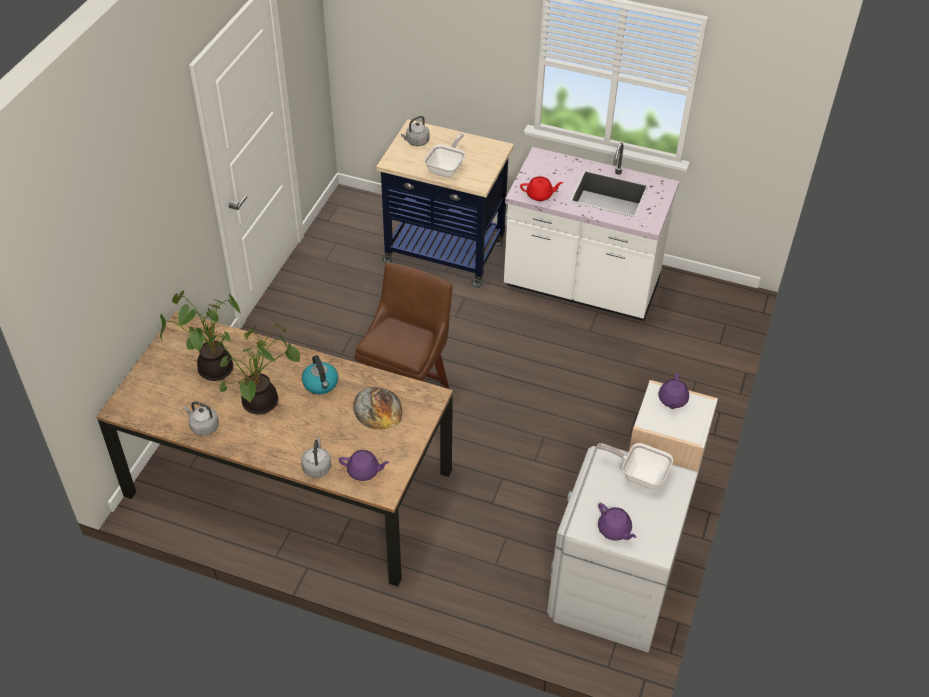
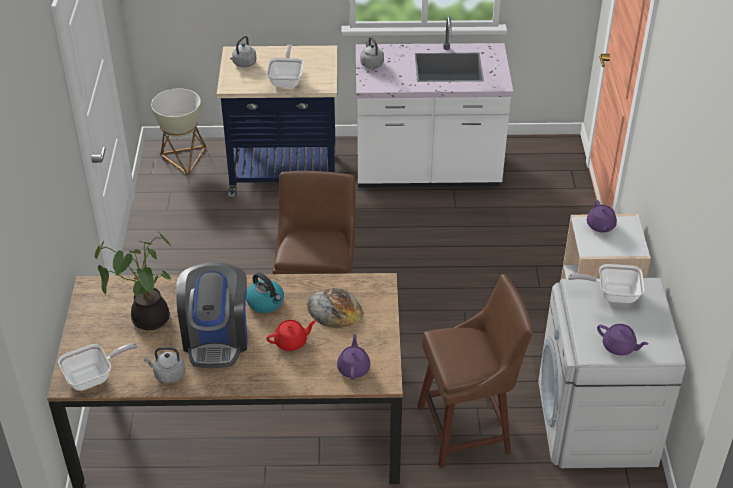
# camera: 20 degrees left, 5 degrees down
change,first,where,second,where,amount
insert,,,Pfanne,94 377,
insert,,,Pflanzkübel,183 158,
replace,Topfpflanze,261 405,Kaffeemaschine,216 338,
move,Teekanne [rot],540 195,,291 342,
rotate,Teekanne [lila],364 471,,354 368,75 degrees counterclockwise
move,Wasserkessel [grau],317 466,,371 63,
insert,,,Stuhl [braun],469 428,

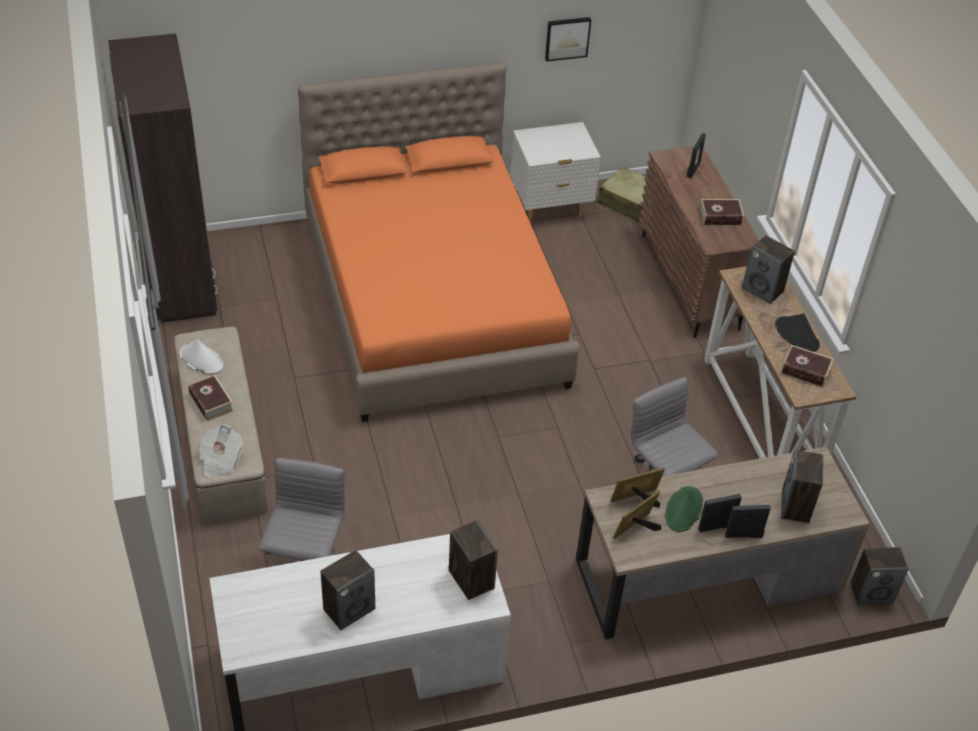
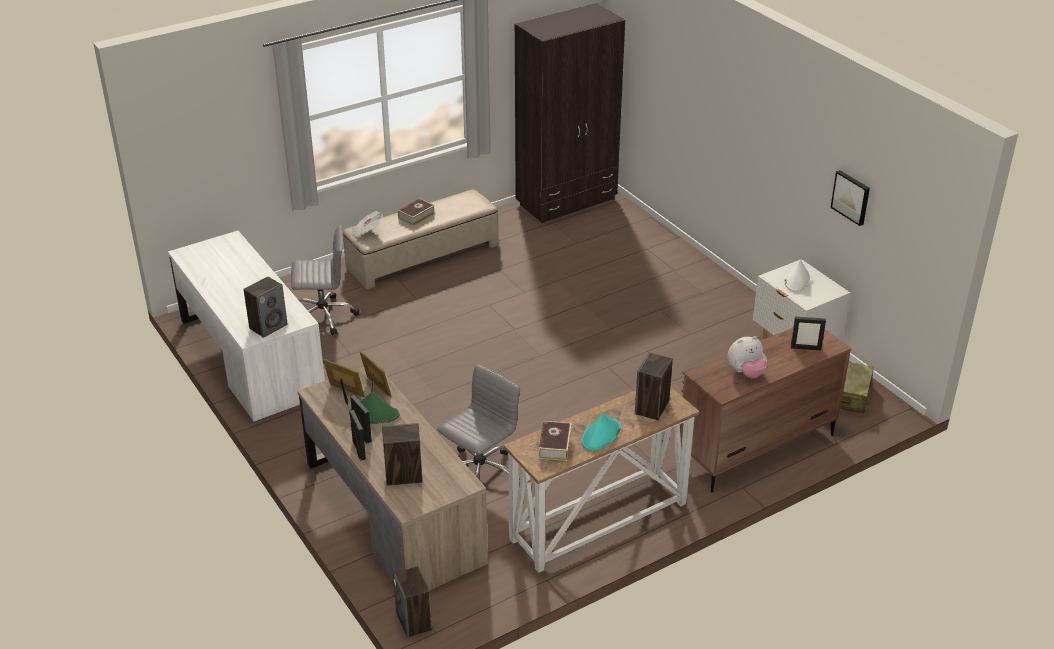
# camera: 75 degrees right, 10 degrees down
change,first,where,second,where,amount
recolor,Hut [schwarz],797 335,Hut [türkis],601 435,
replace,Buch,720 217,Plüschtier,746 373,
move,Hut [weiß],201 360,,797 280,
delete,Bett [orange],433 300,,,
delete,Lautsprecher,349 609,,,

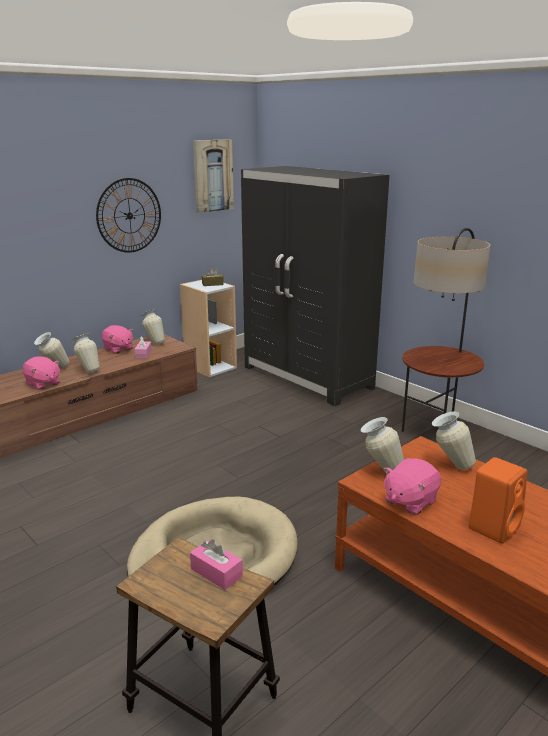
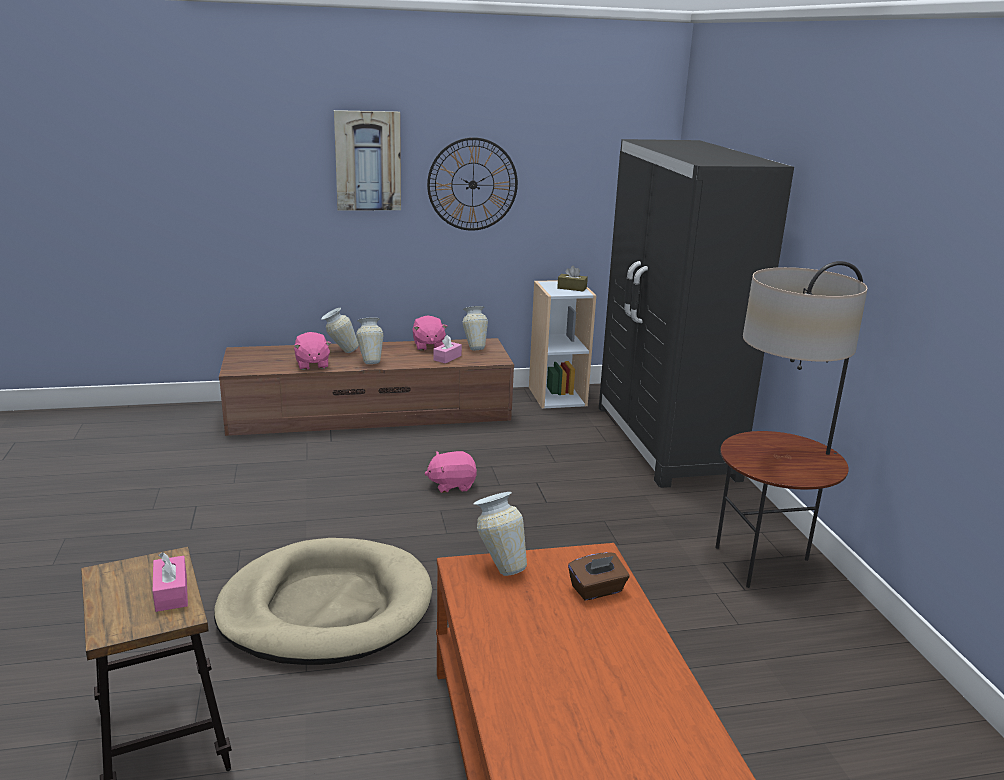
# camera: 30 degrees right, 0 degrees up
change,first,where,second,where,amount
move,Bild,213 175,,368 161,
move,Plüschtier [rosa],409 501,,452 485,
replace,Vase,449 465,Taschentuchbox [braun],597 590,
delete,Lautsprecher [orange],494 527,,,

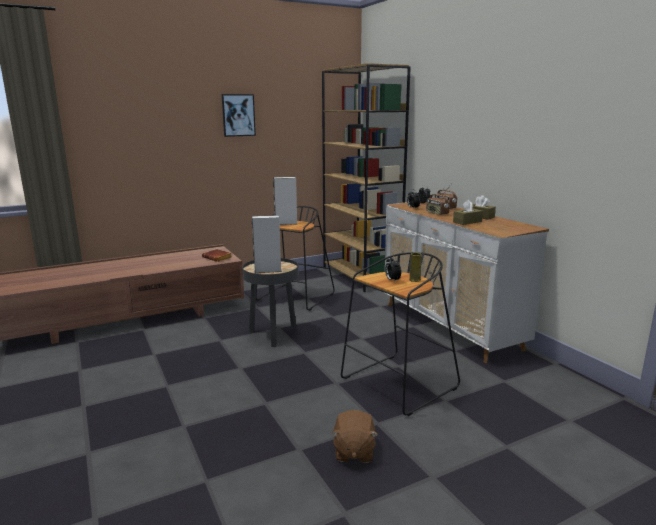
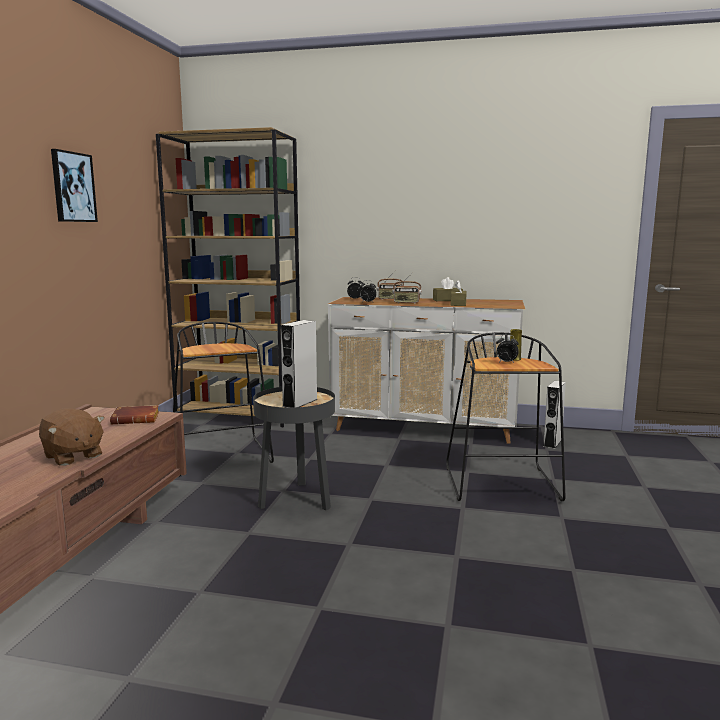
# camera: 50 degrees left, 5 degrees down
change,first,where,second,where,amount
move,Plüschtier [braun],353 451,,72 456,
move,Lautsprecher [grau],286 223,,552 443,

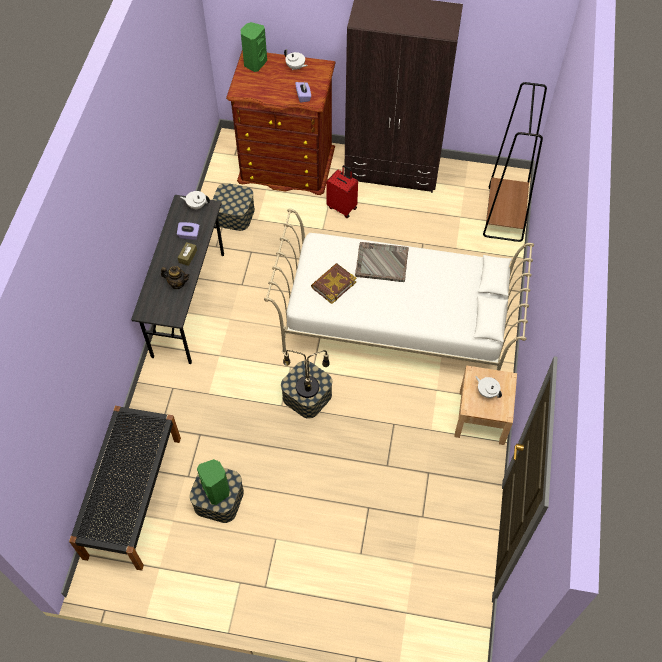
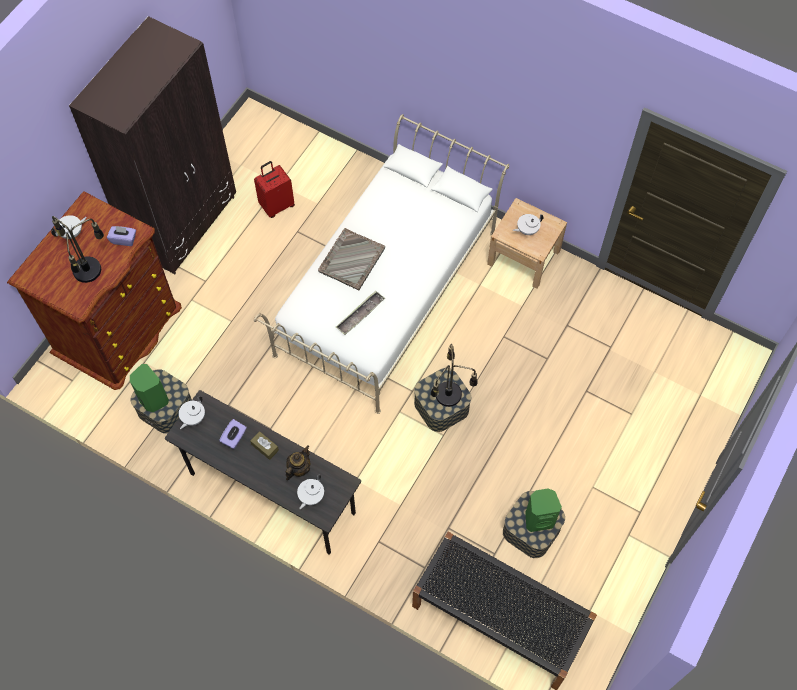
# camera: 70 degrees left, 5 degrees up
change,first,where,second,where,amount
insert,,,Tischlampe,87 270,
move,Lautsprecher [grün],254 63,,153 400,
move,Koffer [rot],342 207,,277 205,
insert,,,Teekanne [weiß],311 496,
replace,Buch,333 285,Tablett,360 315,
delete,Kleiderständer,504 215,,,

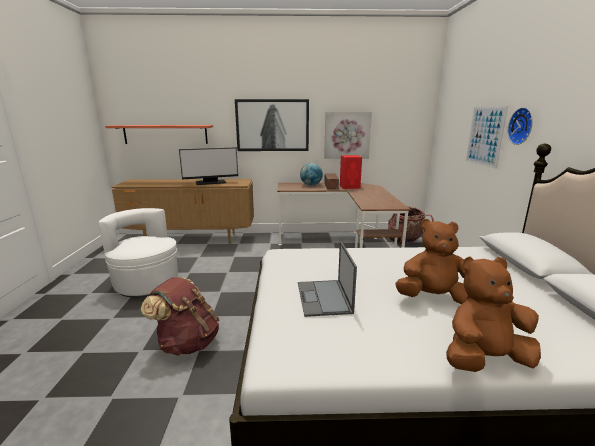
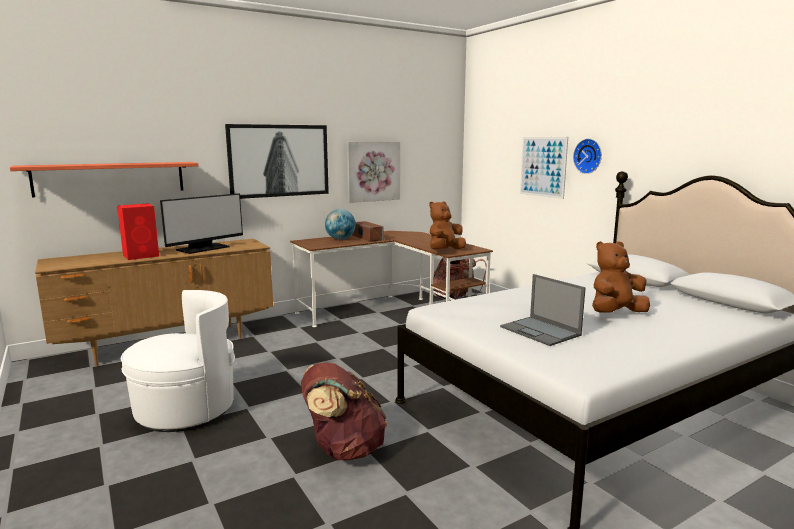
# camera: 30 degrees left, 5 degrees down
change,first,where,second,where,amount
move,Lautsprecher [rot],350 187,,142 255,
rotate,Sessel [weiß],147 283,,184 410,135 degrees clockwise
move,Plüschtier [braun],484 359,,445 251,

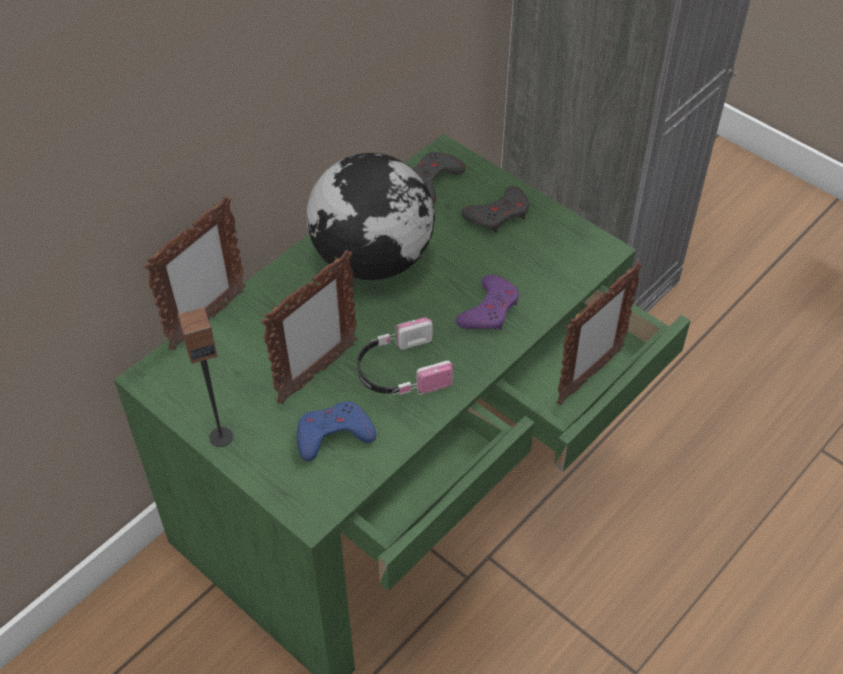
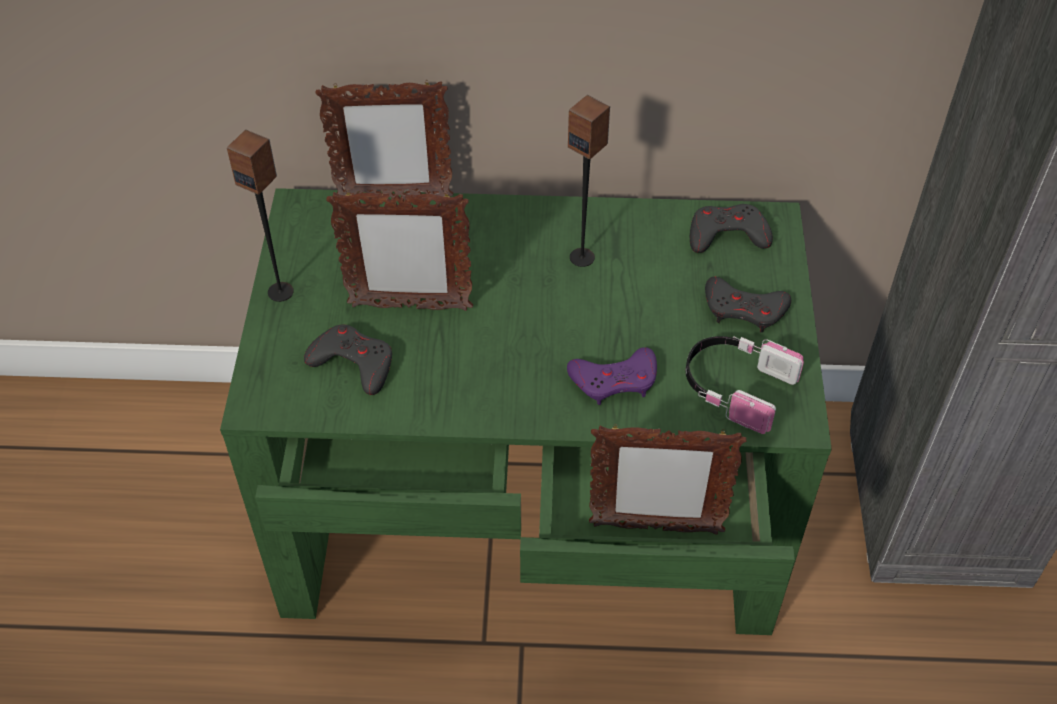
# camera: 50 degrees right, 0 degrees up
change,first,where,second,where,amount
recolor,Gamepad [blau],333 434,Gamepad [grau],353 363,
replace,Globus,373 258,Lautsprecher,582 257,
move,Kopfhörer,400 372,,735 387,

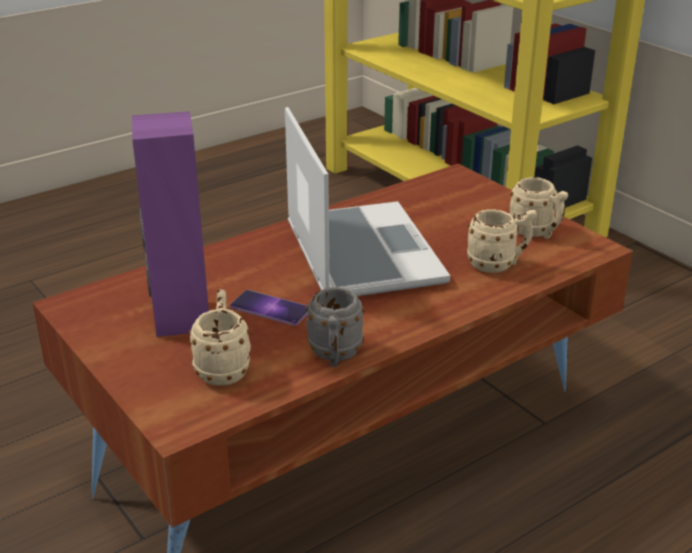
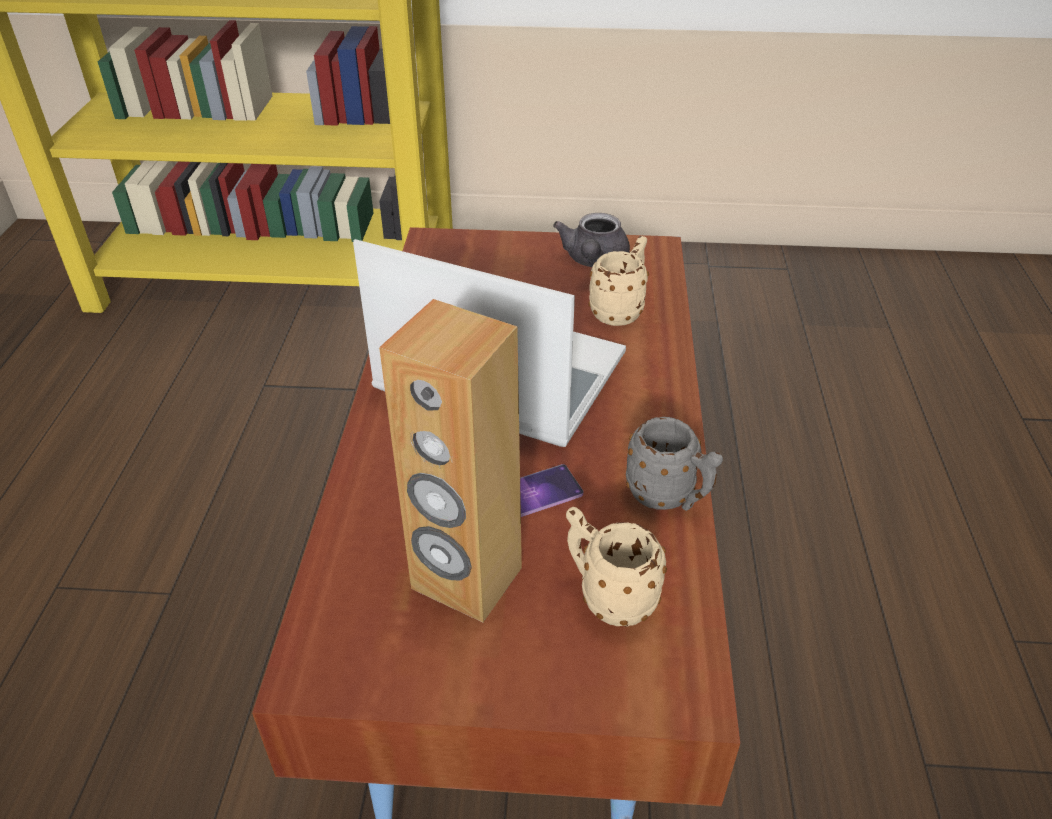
# camera: 50 degrees left, 10 degrees up
change,first,where,second,where,amount
recolor,Lautsprecher [lila],180 318,Lautsprecher [braun],466 579,
replace,Henkelbecher [beige],536 233,Teekanne [grau],594 261,

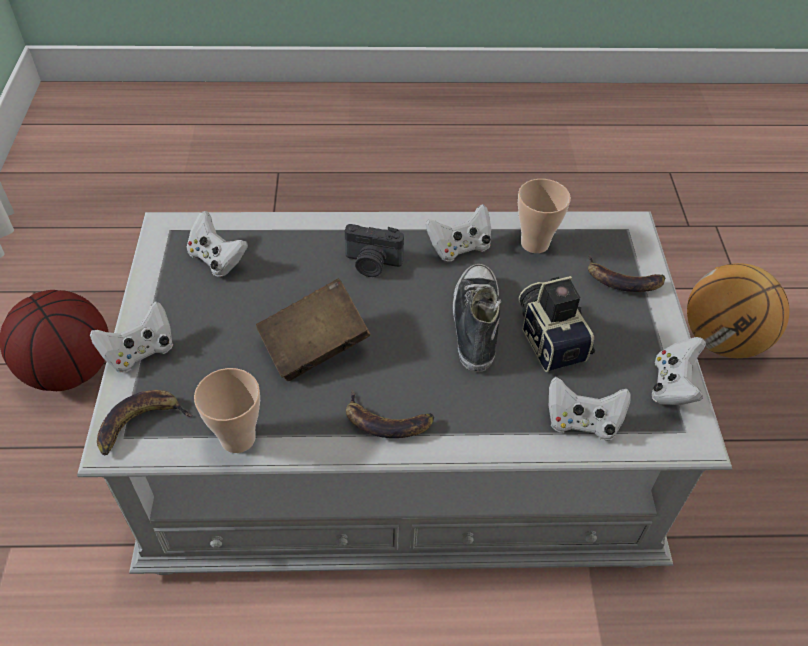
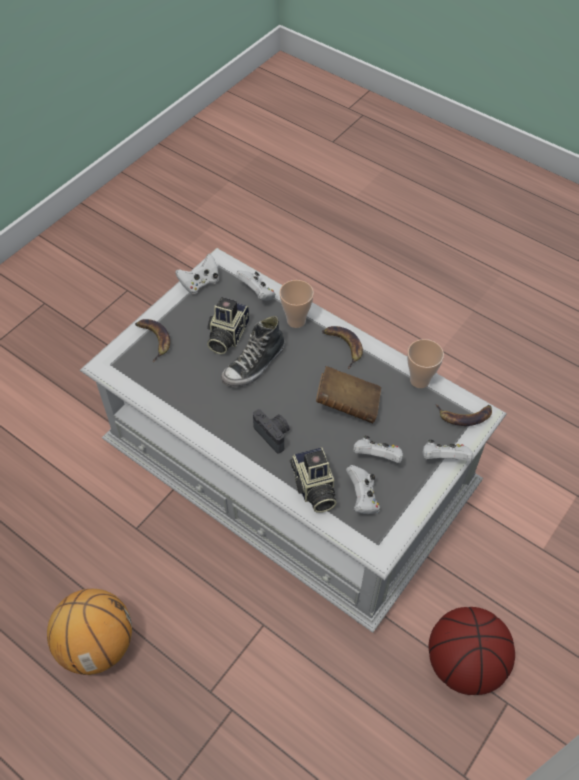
# camera: 140 degrees left, 5 degrees up
change,first,where,second,where,amount
move,Basketball,722 340,,97 644,
move,Tasse,534 243,,296 320,
insert,,,Kamera,313 488,
move,Gamepad [weiß],459 247,,377 457,

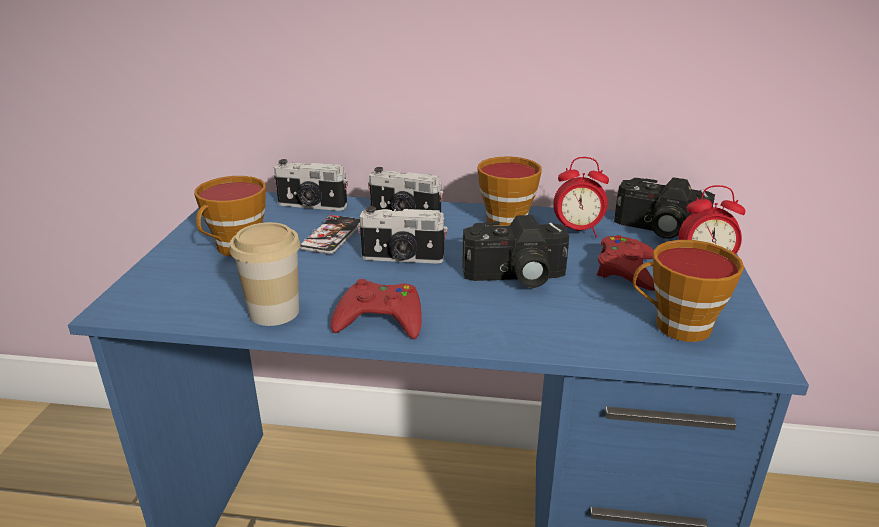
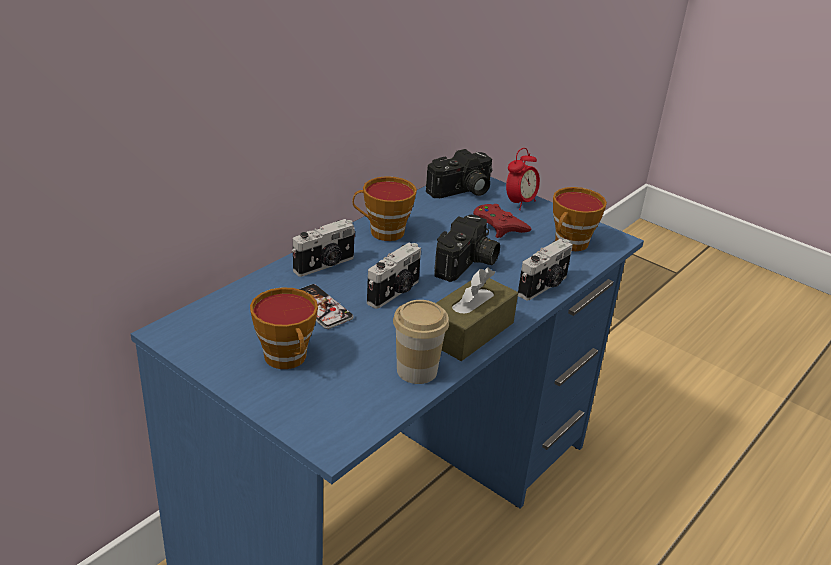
# camera: 60 degrees left, 5 degrees up
change,first,where,second,where,amount
replace,Gamepad [rot],381 319,Taschentuchbox [braun],469 331,
move,Kamera,311 206,,544 286,
delete,Wecker,577 231,,,

